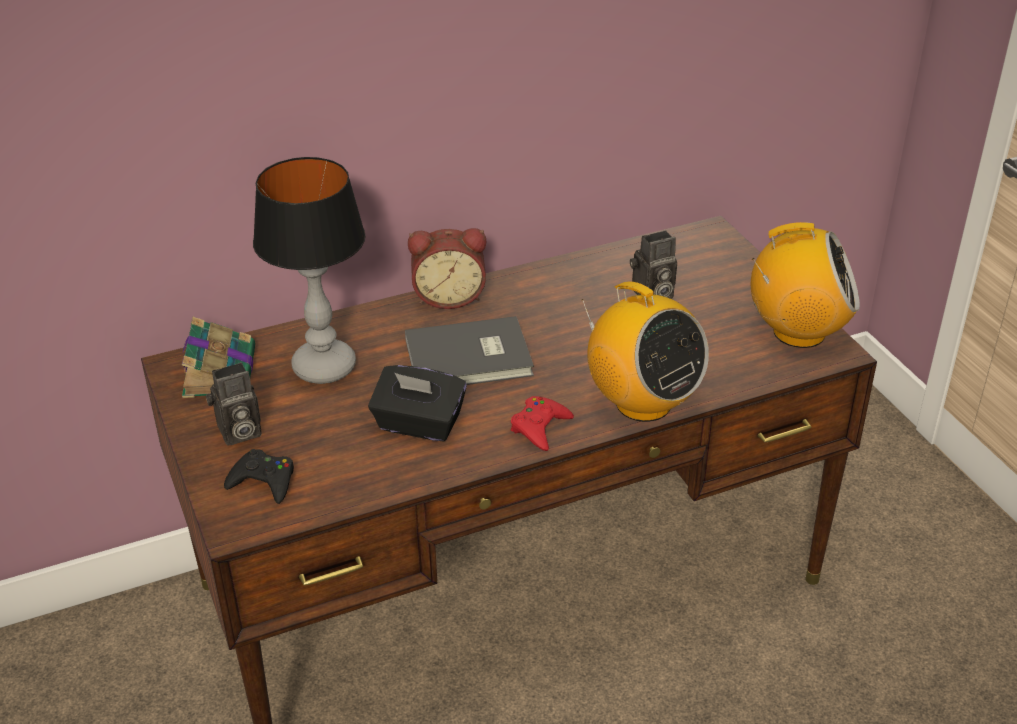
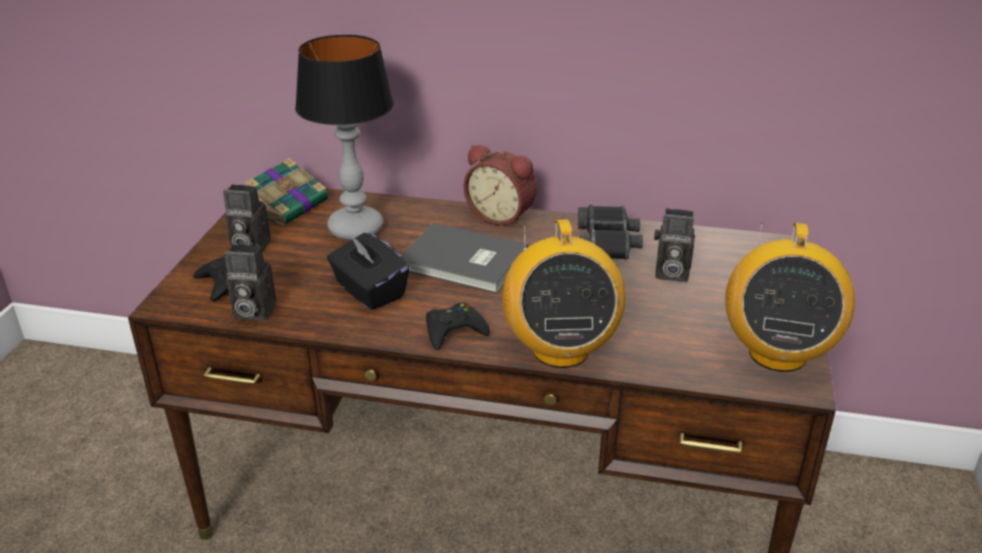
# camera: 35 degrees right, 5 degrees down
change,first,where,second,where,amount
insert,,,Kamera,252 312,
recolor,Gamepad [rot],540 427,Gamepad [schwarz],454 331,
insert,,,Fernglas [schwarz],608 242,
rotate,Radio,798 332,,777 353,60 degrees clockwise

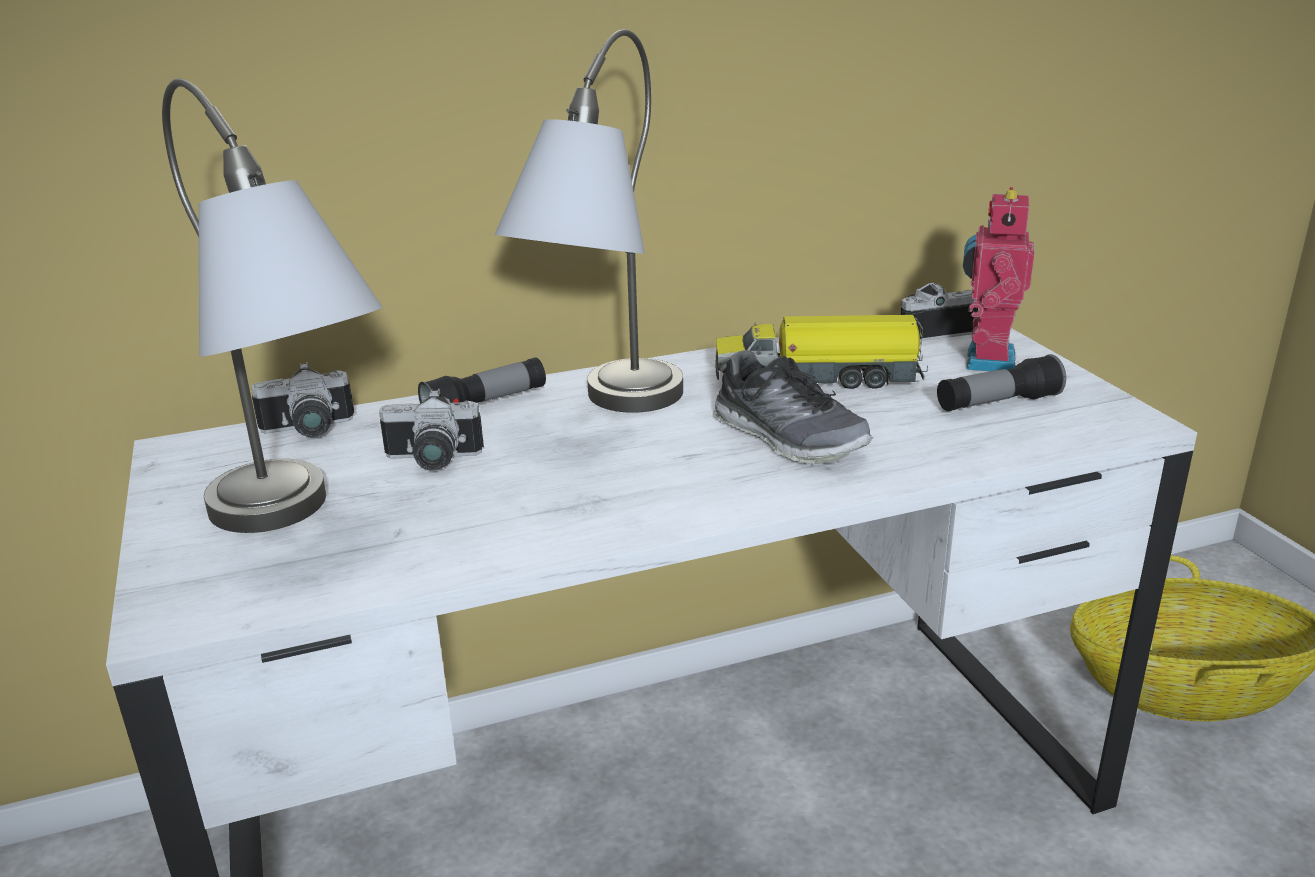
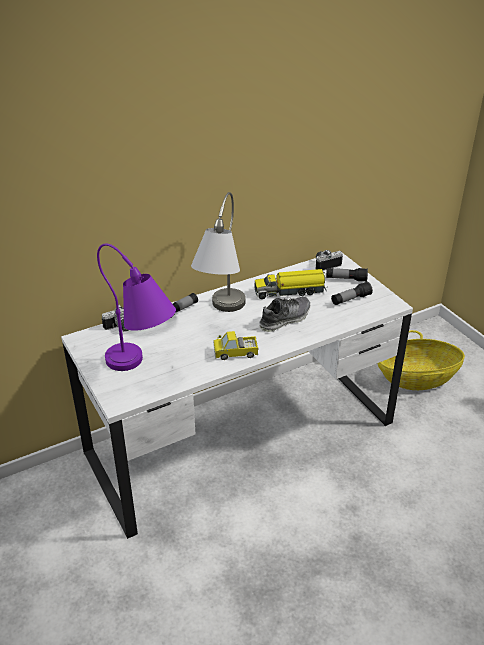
# camera: 10 degrees left, 10 degrees up
change,first,where,second,where,amount
recolor,Tischlampe [grau],303 533,Tischlampe [lila],142 369,
insert,,,Spielzeuglaster,235 353,
rotate,Schuh,788 437,,285 319,75 degrees counterclockwise
replace,Spielzeugroboter,985 361,Taschenlampe,346 279,
delete,Kamera,431 461,,,

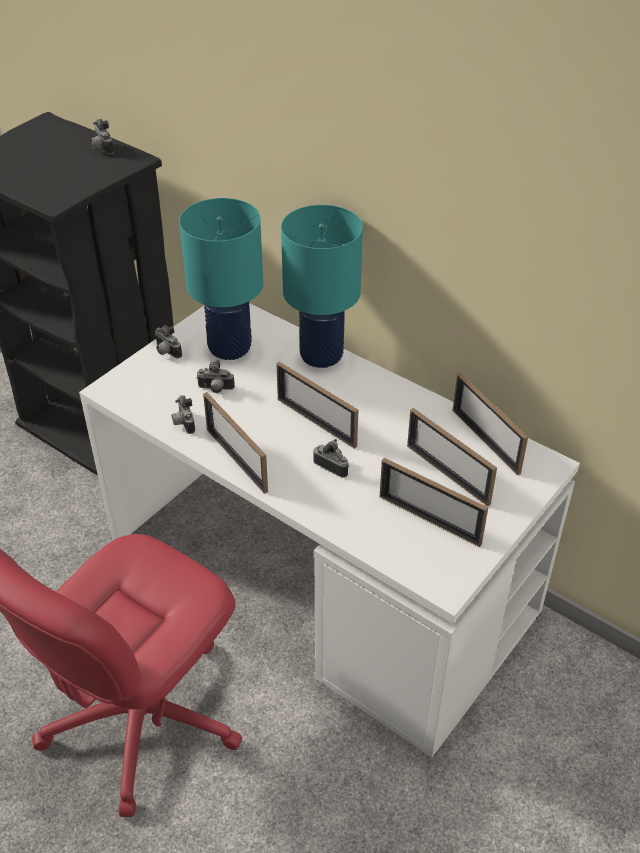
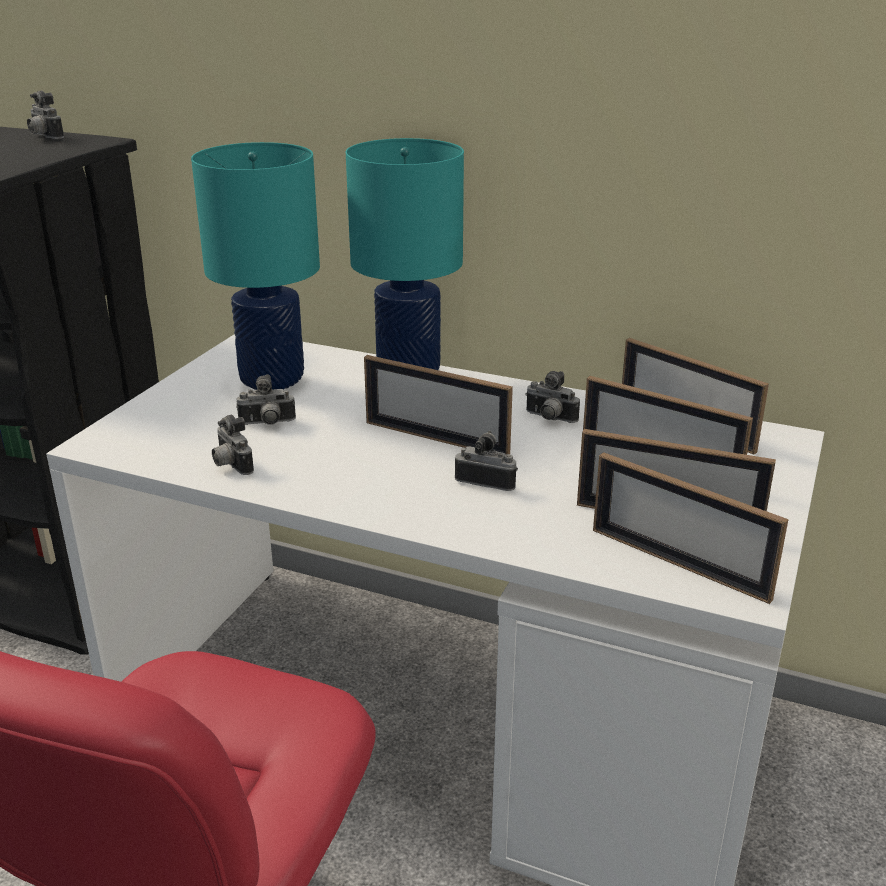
# camera: 15 degrees left, 15 degrees down
change,first,where,second,where,amount
move,Kamera,166 352,,549 419,
move,Bilderrahmen,236 460,,678 563,

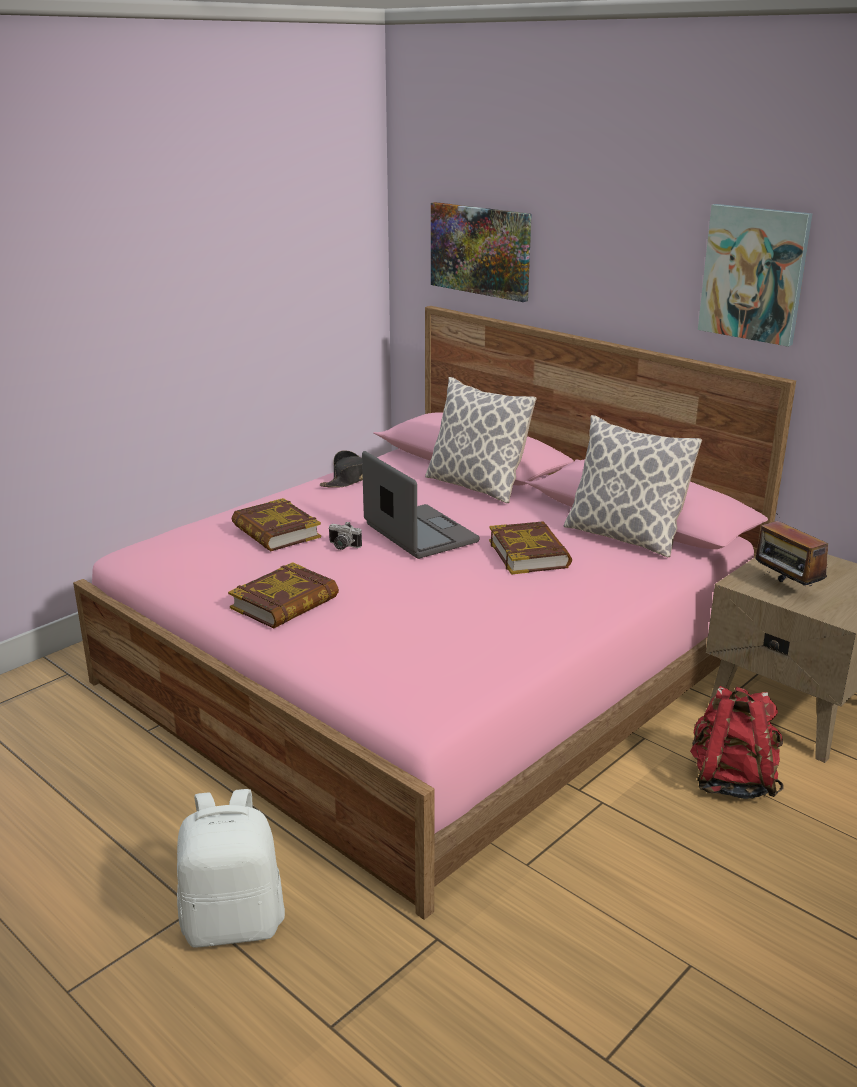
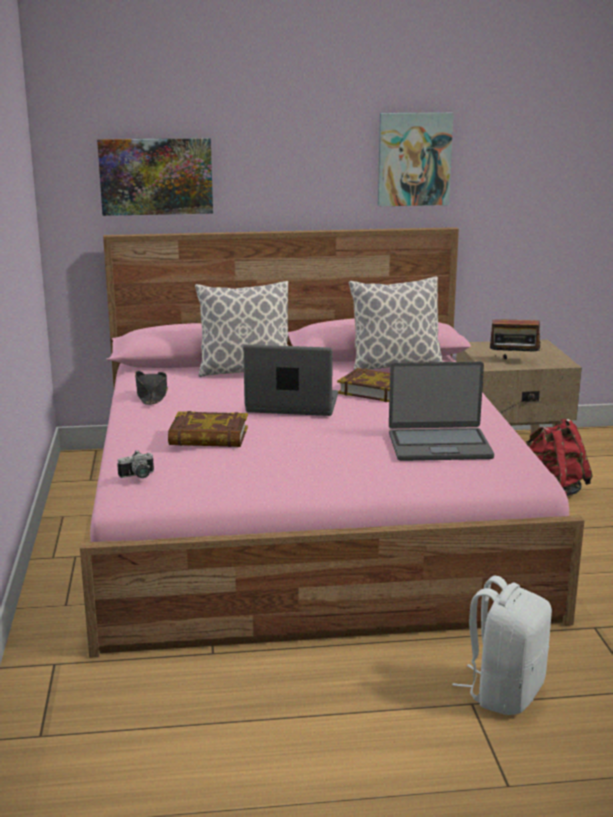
# camera: 50 degrees left, 5 degrees down
change,first,where,second,where,amount
move,Kamera,342 546,,138 476,
insert,,,Laptop,439 445,
delete,Buch,285 603,,,

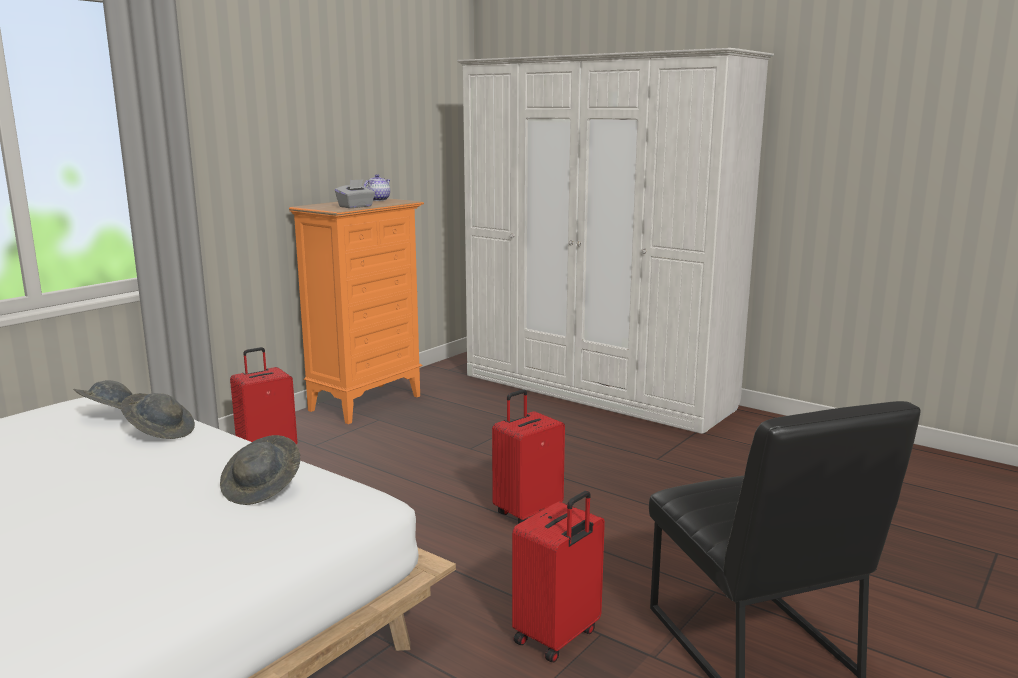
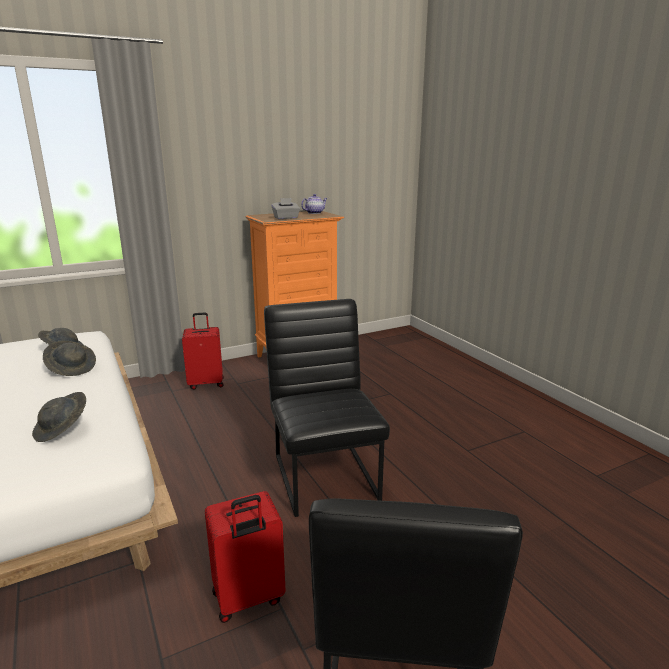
# camera: 25 degrees right, 5 degrees up
change,first,where,second,where,amount
replace,Koffer [rot],527 512,Stuhl [schwarz],325 474,
delete,Kleiderschrank [weiß],596 391,,,

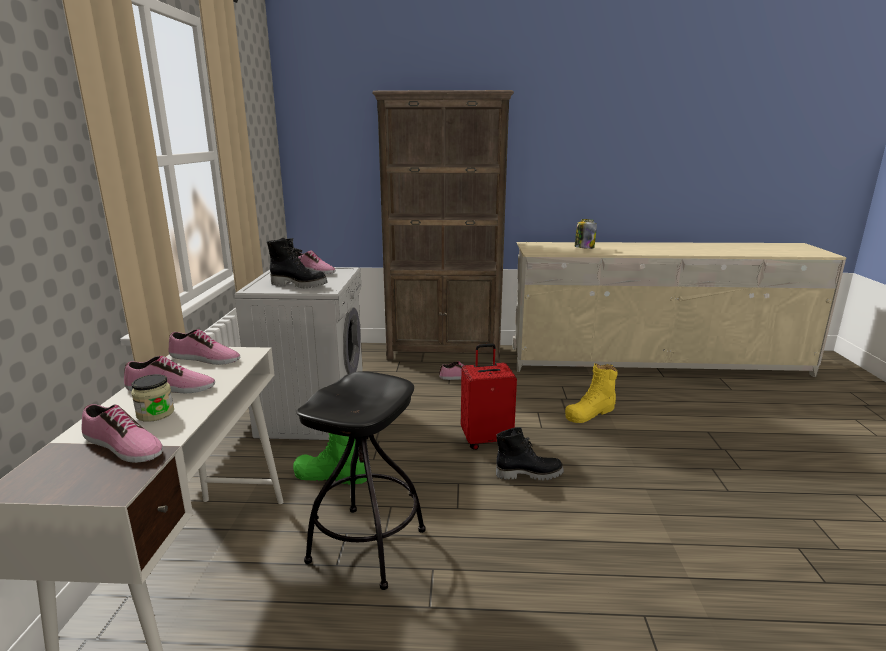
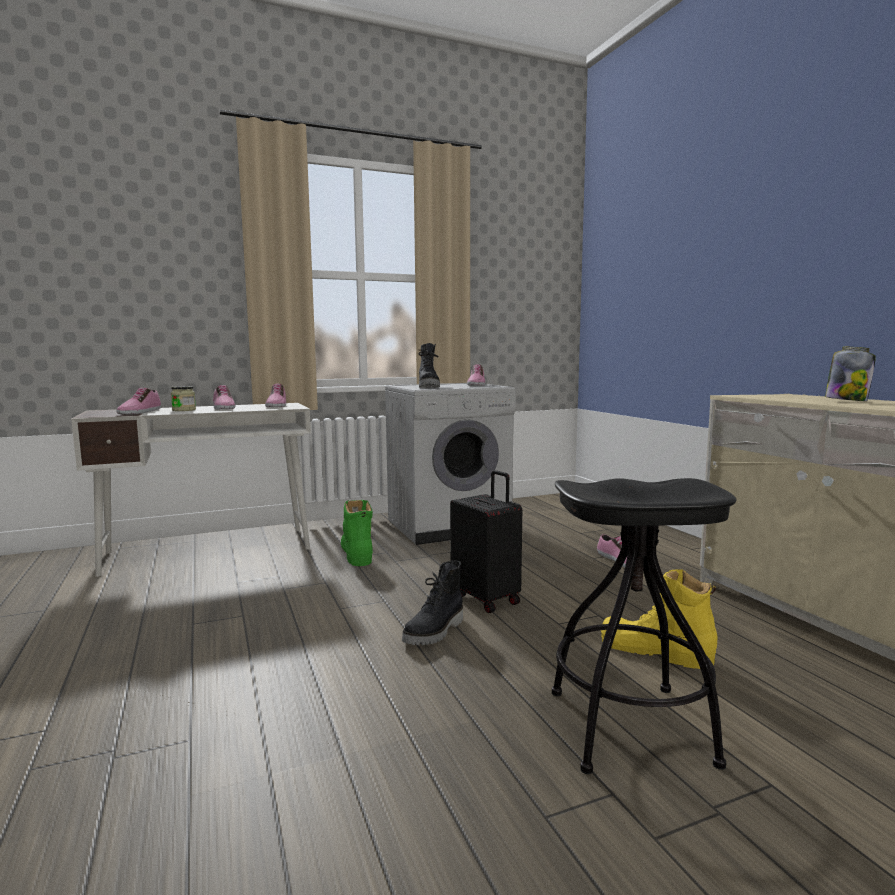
# camera: 65 degrees right, 10 degrees down
change,first,where,second,where,amount
rotate,Stiefel [schwarz],529 474,,435 632,60 degrees clockwise
recolor,Koffer [rot],487 440,Koffer [schwarz],487 598,
move,Hocker [schwarz],366 545,,629 726,
delete,Bücherregal [braun],444 352,,,

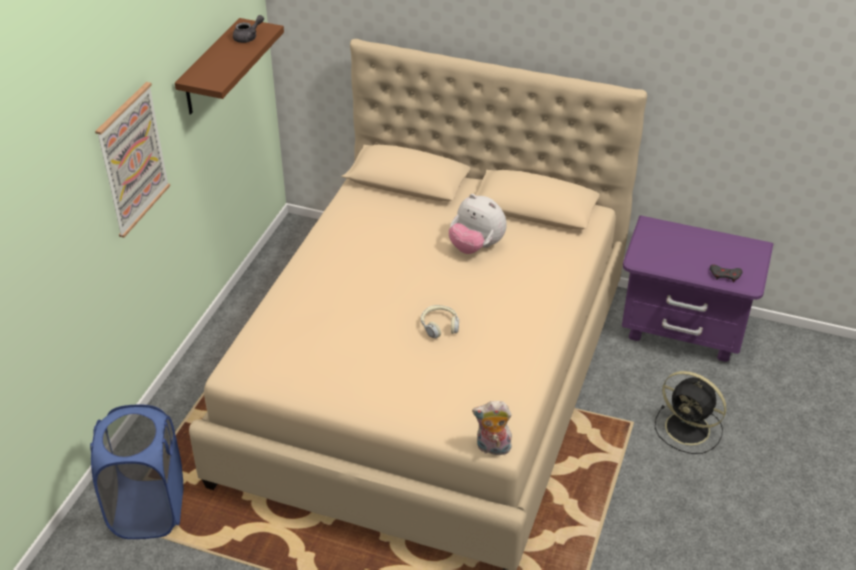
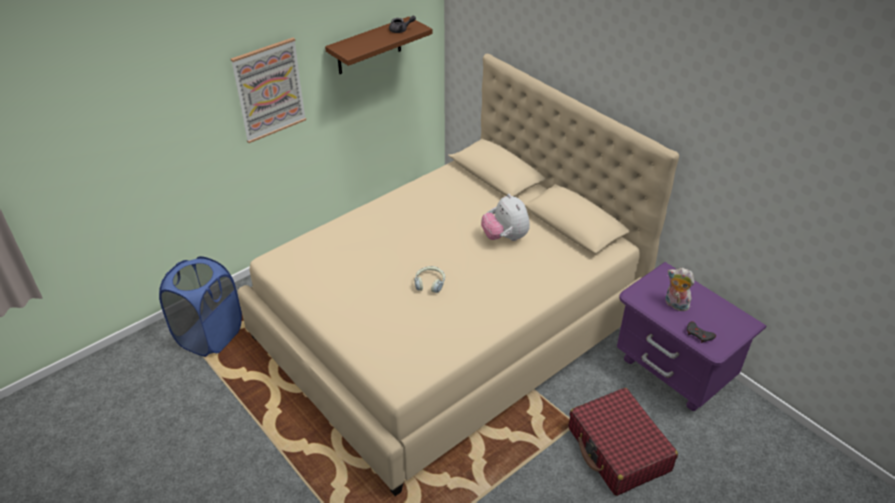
# camera: 30 degrees right, 0 degrees up
change,first,where,second,where,amount
replace,Ventilator [schwarz],689 429,Koffer [rot],618 450,
move,Plüschtier,492 448,,675 305,

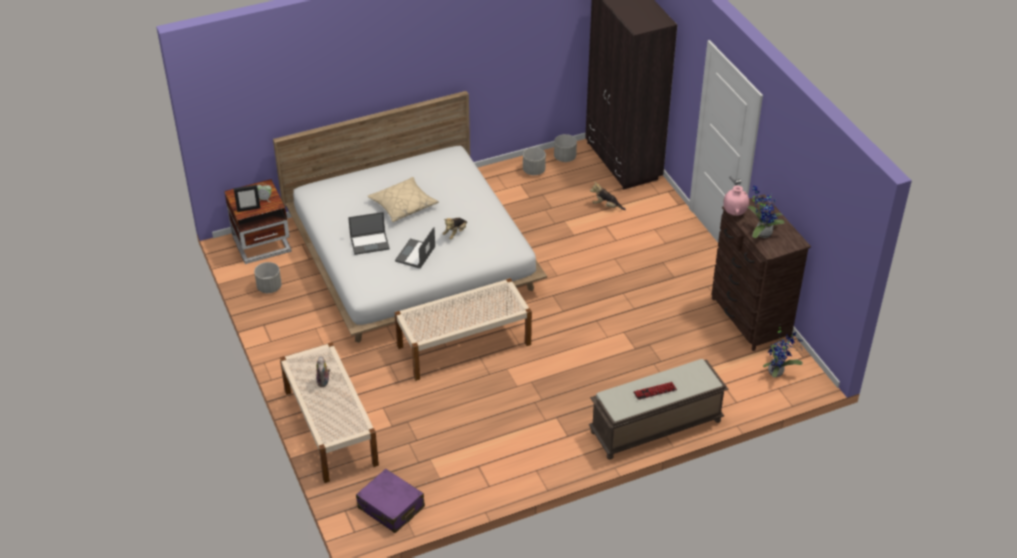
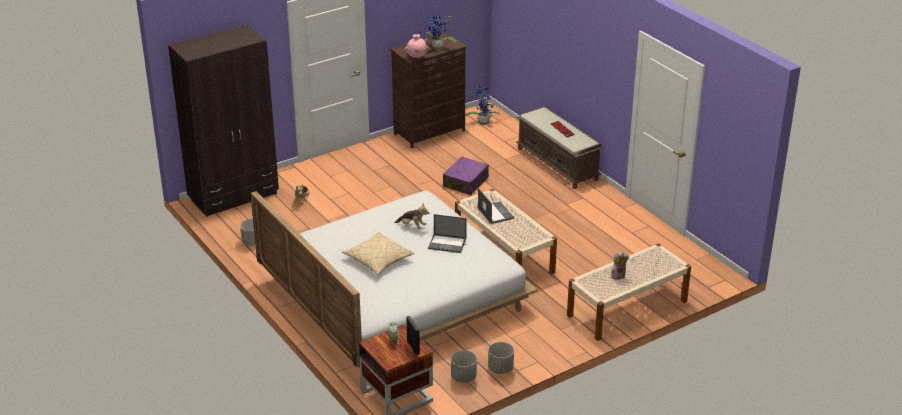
# camera: 100 degrees left, 10 degrees down
change,first,where,second,where,amount
move,Koffer [lila],391 507,,466 182,
move,Laptop,370 243,,495 213,
move,Pflanzkübel [grau],564 157,,500 368,

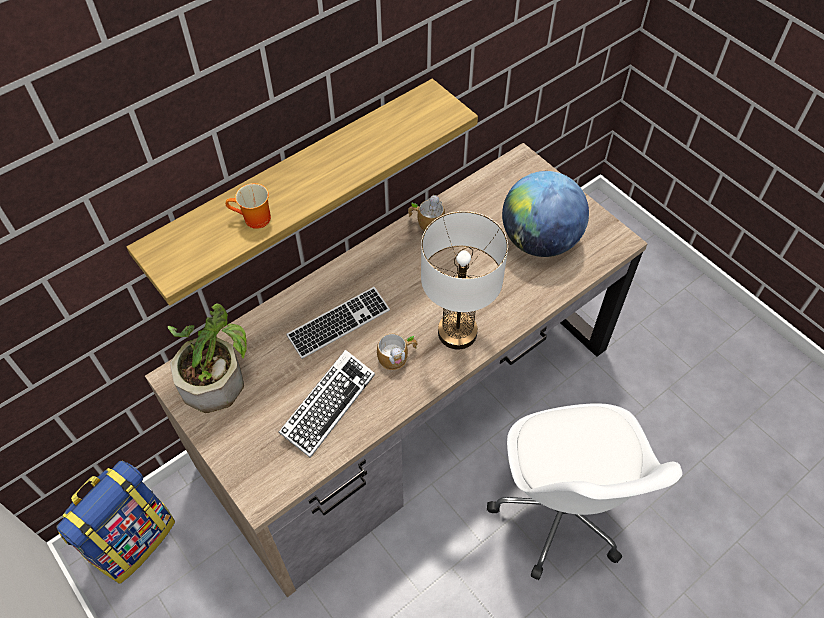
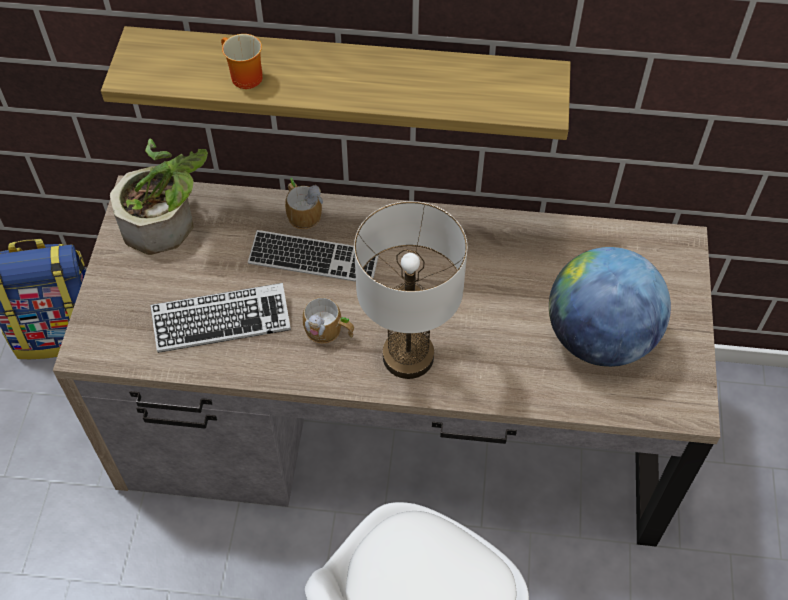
# camera: 45 degrees right, 0 degrees up
change,first,where,second,where,amount
move,Henkelbecher,426 221,,302 211,

